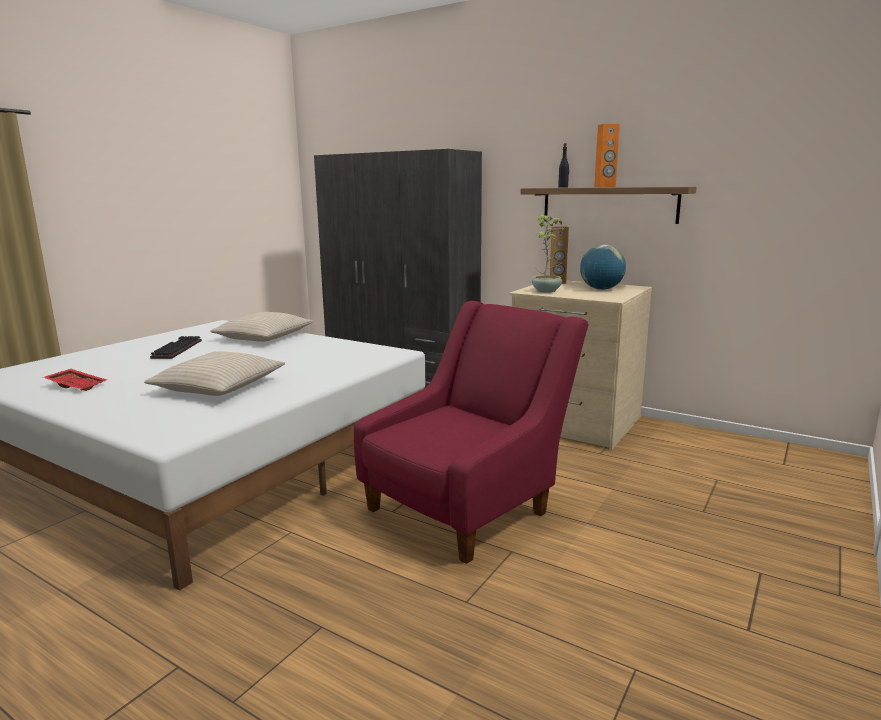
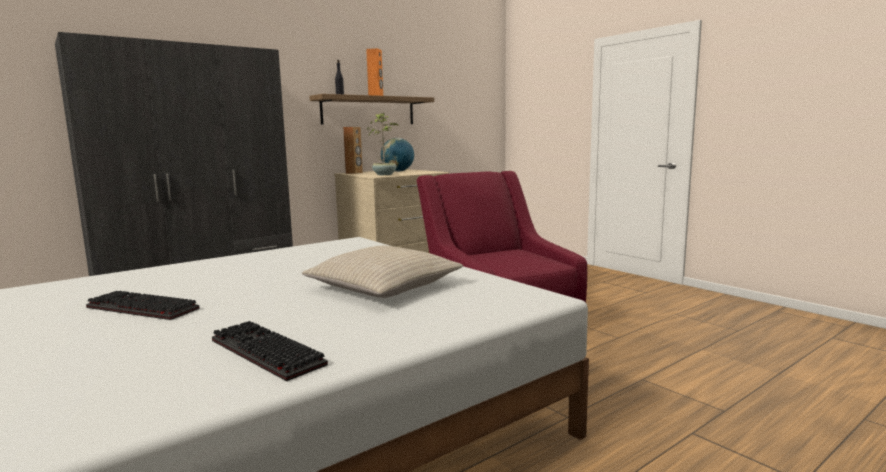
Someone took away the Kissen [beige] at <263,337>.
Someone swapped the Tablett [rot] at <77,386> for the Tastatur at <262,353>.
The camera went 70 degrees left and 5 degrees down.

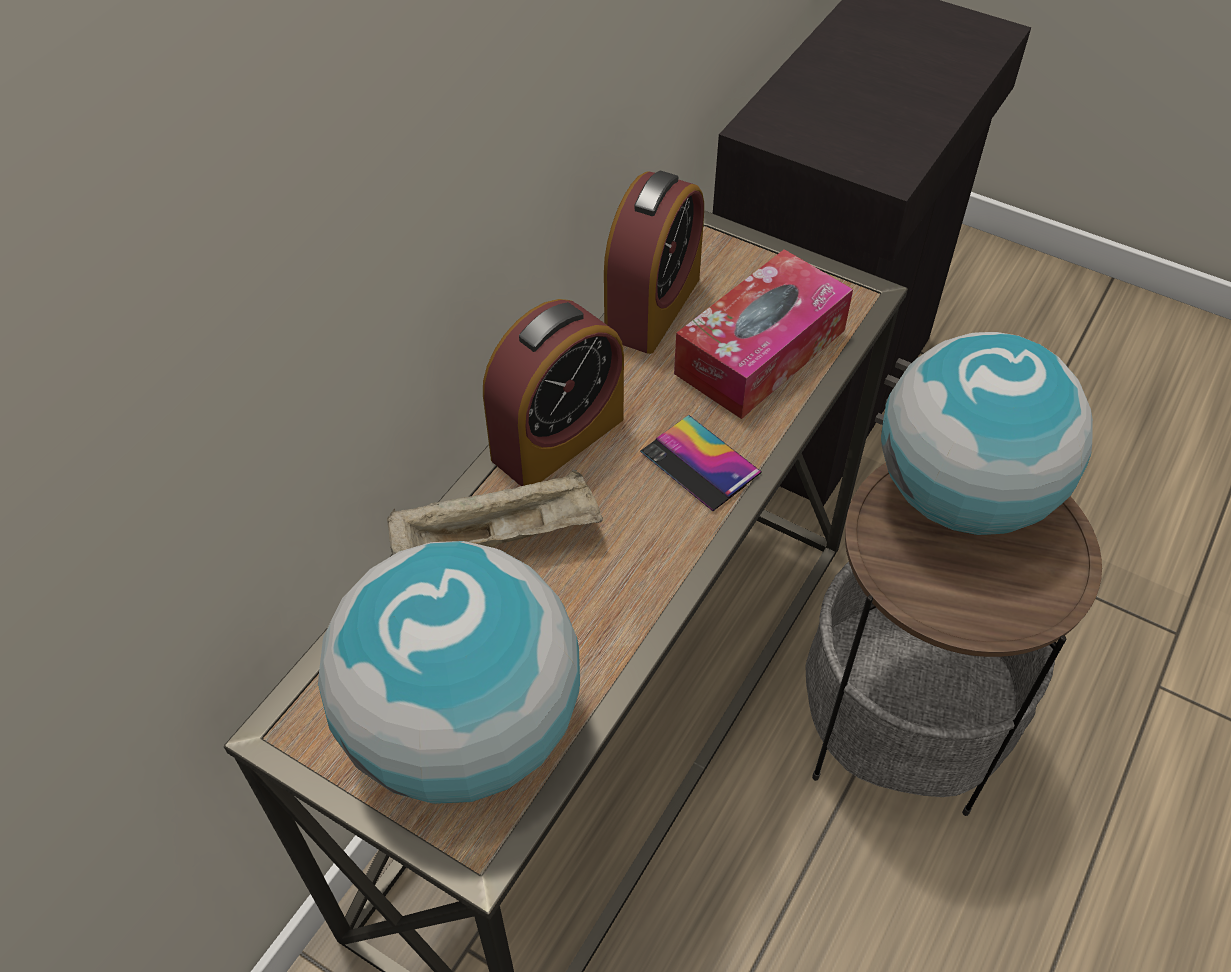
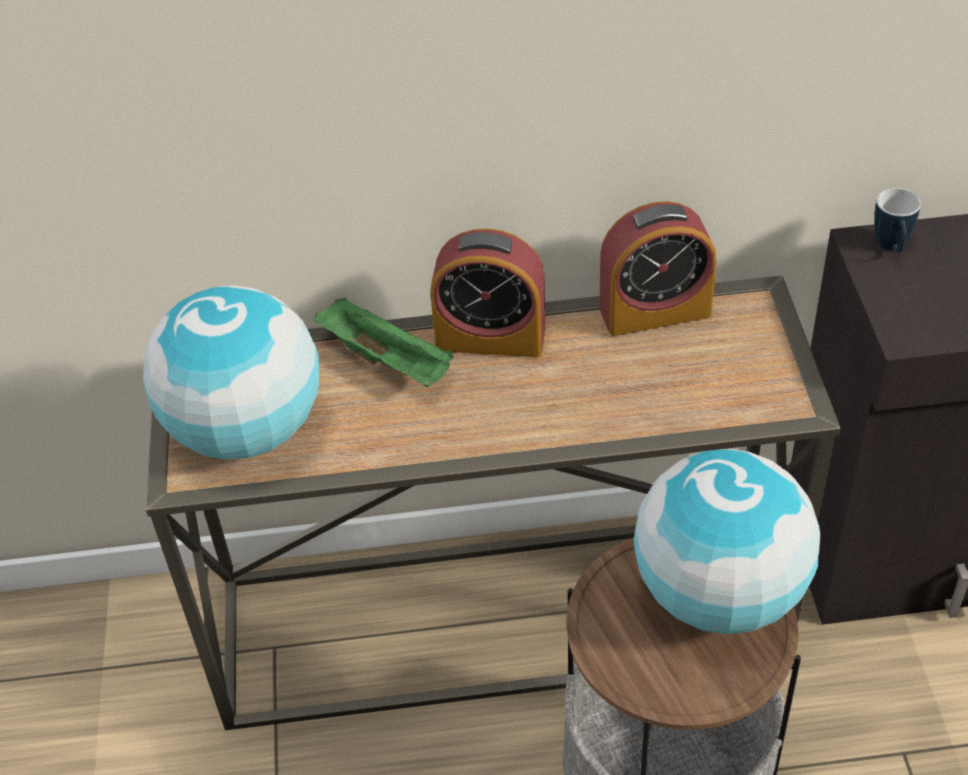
Someone took away the Taschentuchbox at <760,352>.
Someone took away the Handy at <700,463>.
Someone repainted the Tablett [beige] at <500,537>, which became the Tablett [grün] at <388,361>.
Someone put down the Henkelbecher at <891,248>.
The camera went 55 degrees right and 5 degrees down.

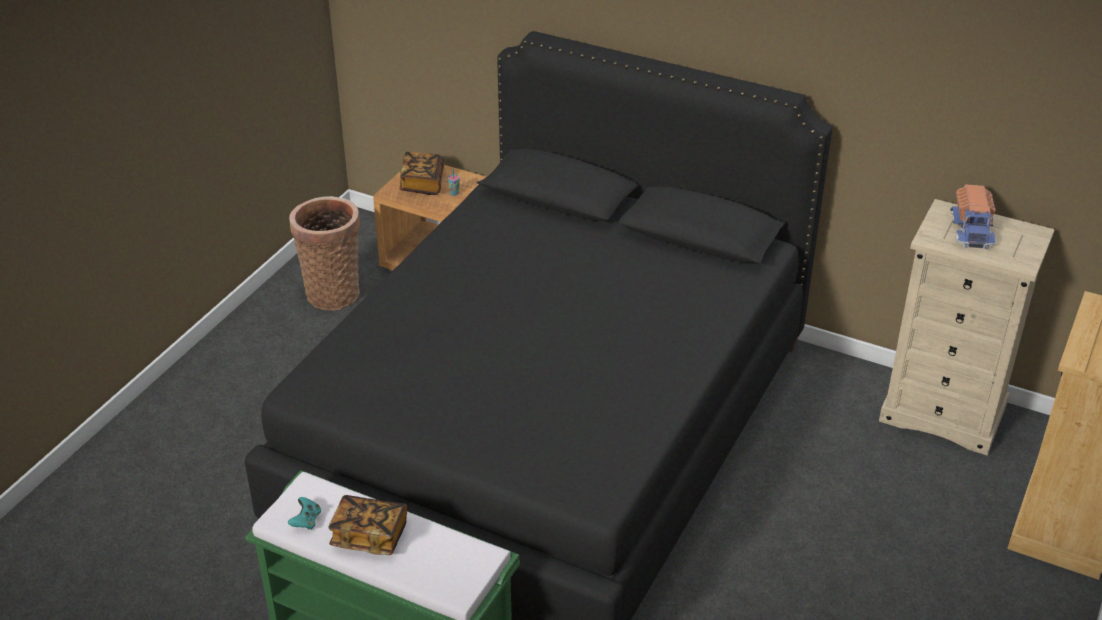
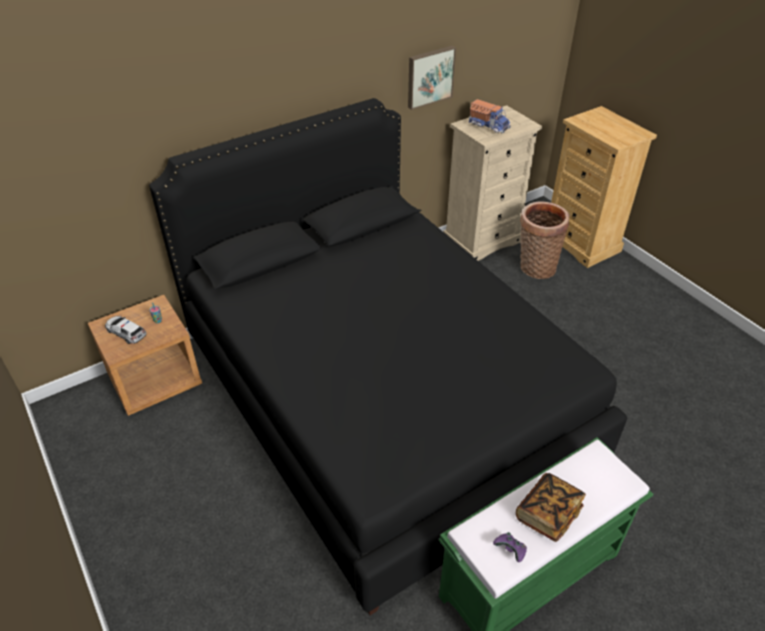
Someone swapped the Buch at <422,183> for the Spielzeugauto at <126,332>.
Someone carried the Korb from <333,292> to <535,267>.
Someone repainted the Gamepad [türkis] at <306,521>, which became the Gamepad [lila] at <510,550>.
Someone put up the Bild at <429,76>.
The camera went 60 degrees left and 5 degrees up.

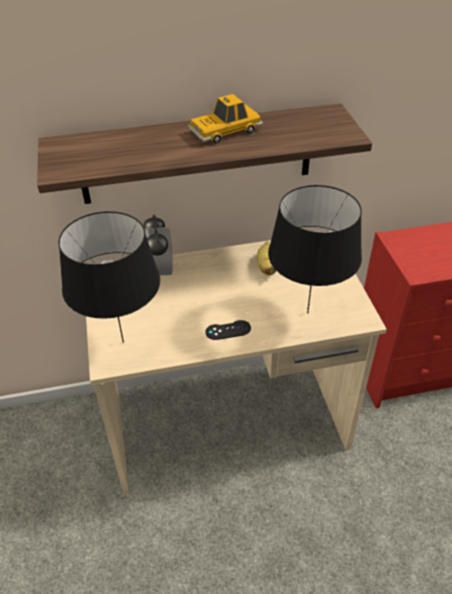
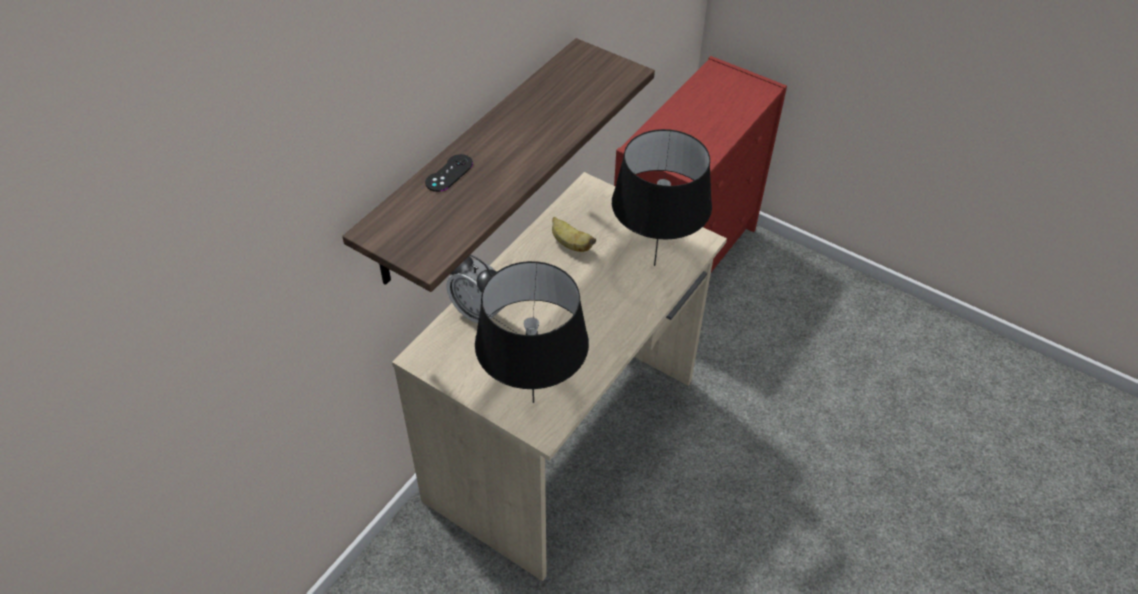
Someone took away the Spielzeugauto at <225,131>.
Someone carried the Gamepad [schwarz] from <228,330> to <449,173>.
The camera went 45 degrees left and 5 degrees up.

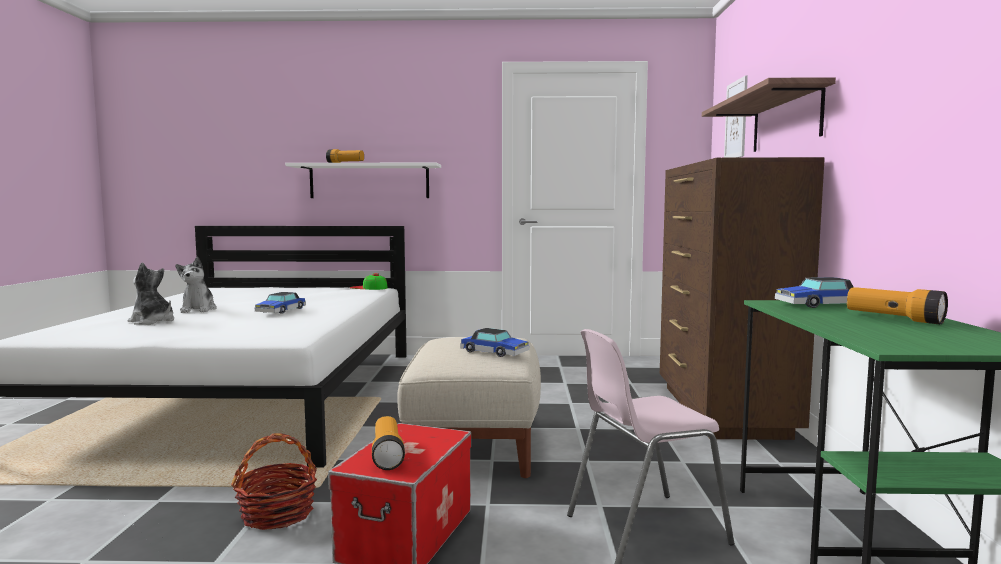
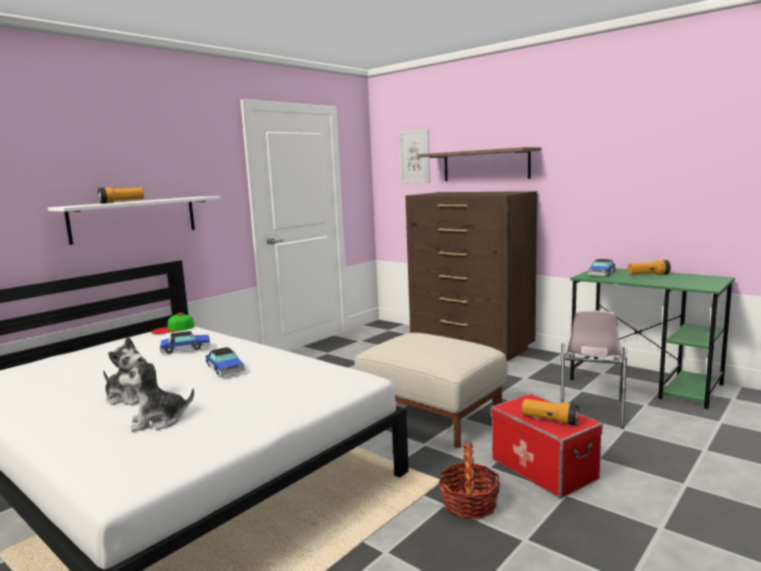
Someone carried the Spielzeugauto from <494,352> to <186,348>.
The camera went 50 degrees left and 5 degrees up.

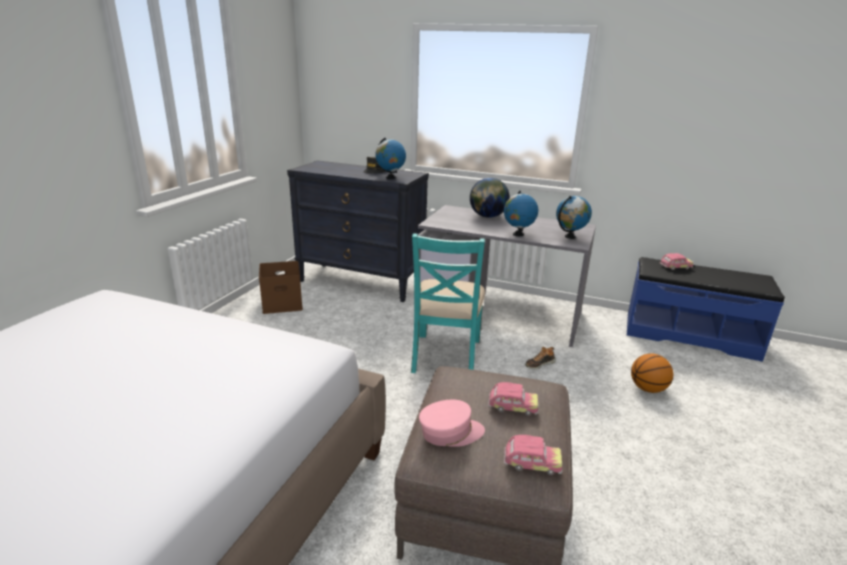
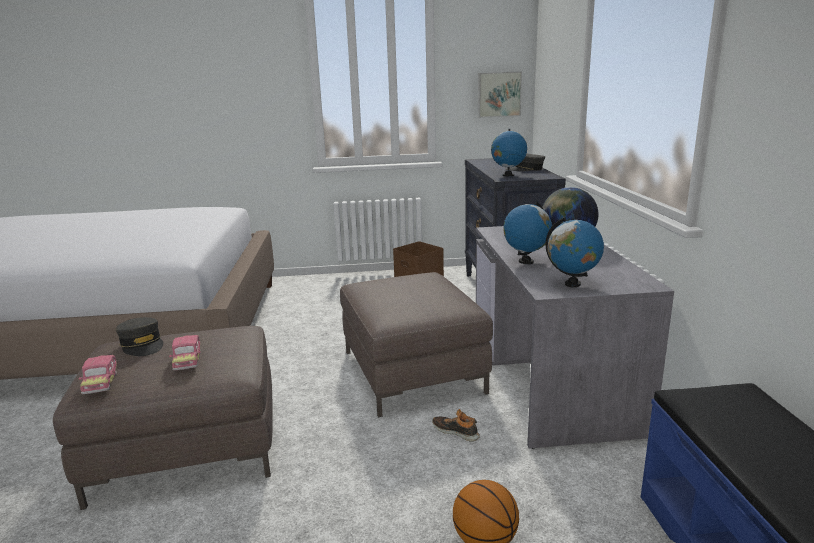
Someone swapped the Stuhl [türkis] at <445,355> for the Polsterhocker [braun] at <411,371>.
Someone took away the Spielzeugauto at <675,267>.
Someone repainted the Kappe [rosa] at <450,432>, which became the Kappe [grau] at <142,345>.
Someone put up the Bild at <499,94>.
The camera went 65 degrees right and 5 degrees down.

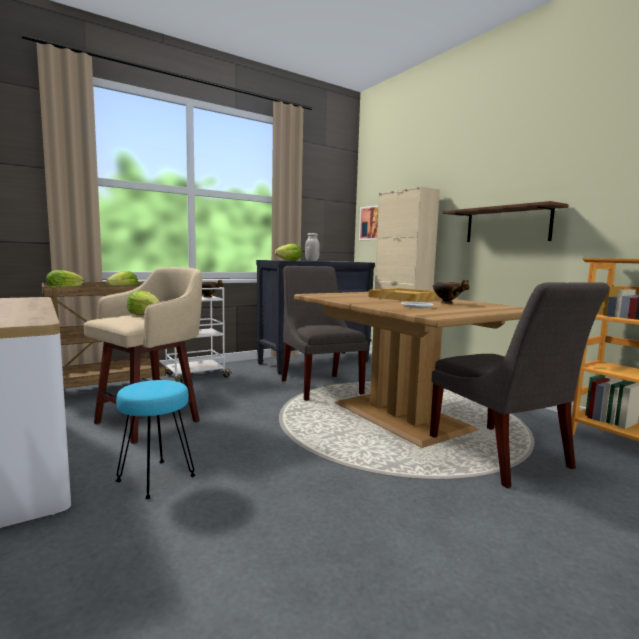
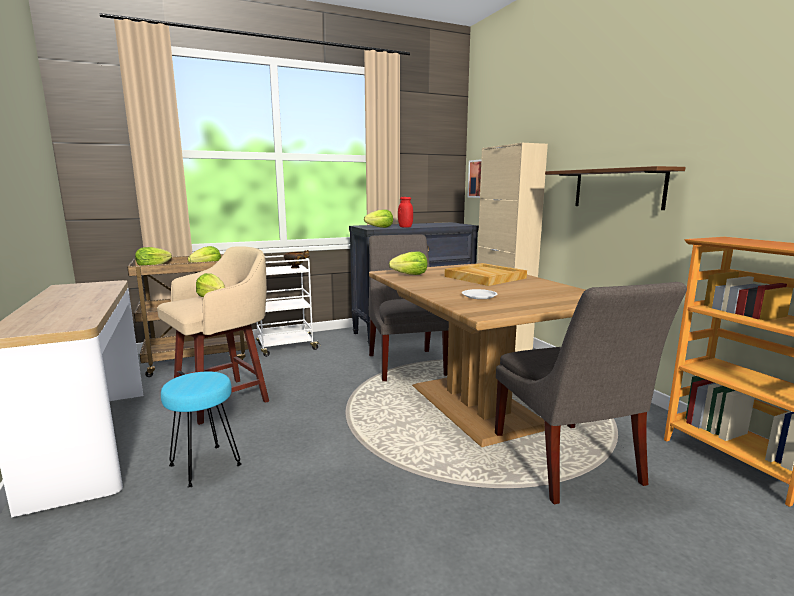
Someone repainted the Vorratsglas [weiß] at <312,261>, which became the Vorratsglas [rot] at <405,227>.
Someone took away the Schüssel at <448,303>.
Someone put down the Salatkopf at <410,275>.
The camera went 10 degrees right and 5 degrees up.

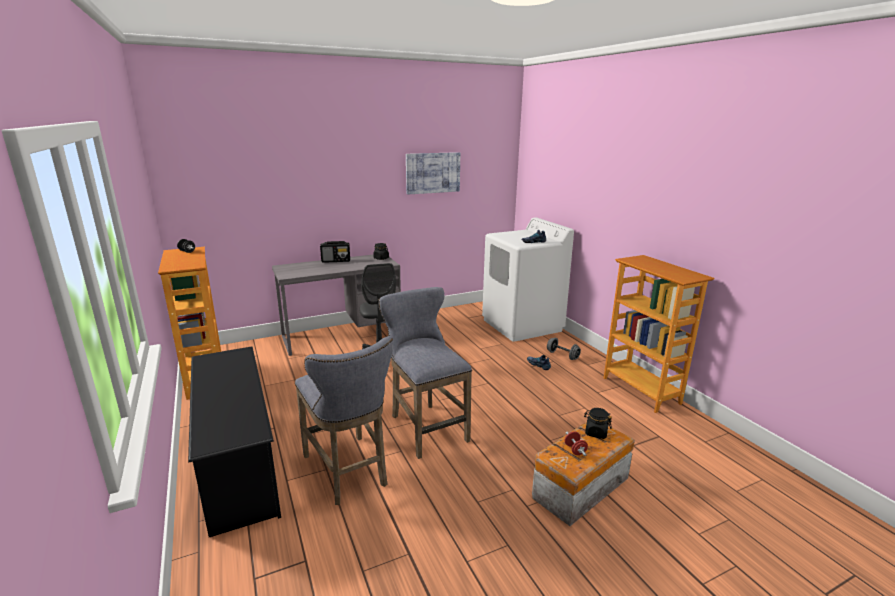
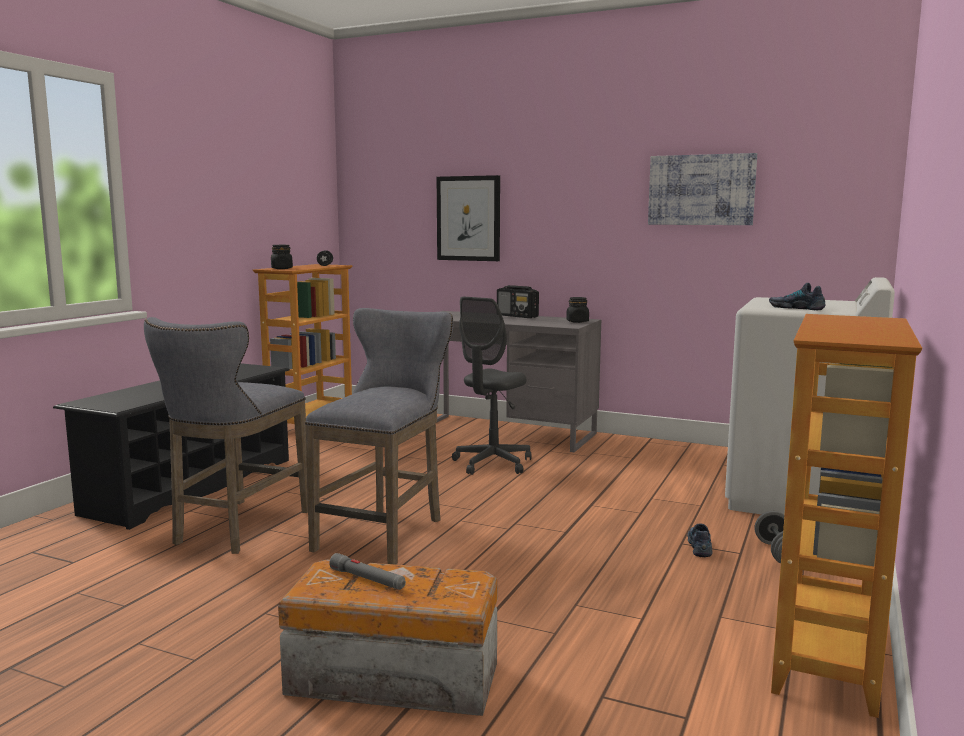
Someone carried the Vorratsglas [schwarz] from <596,432> to <281,268>.
Someone swapped the Hantel [rot] at <575,450> for the Taschenlampe [grau] at <368,579>.
Someone put up the Bild at <468,218>.
The camera went 50 degrees right and 10 degrees down.

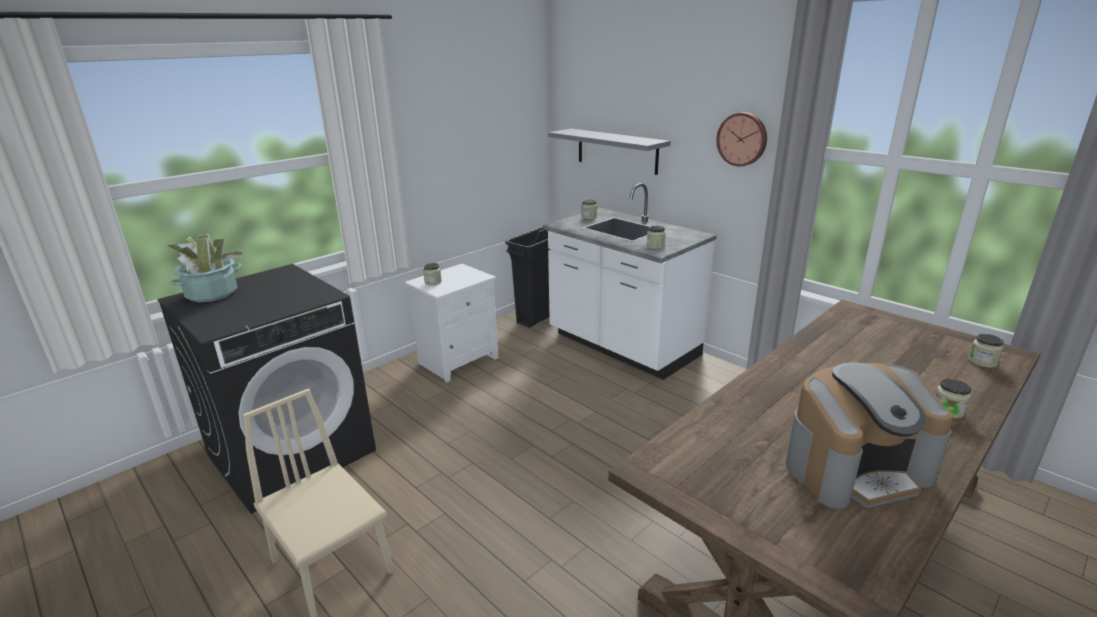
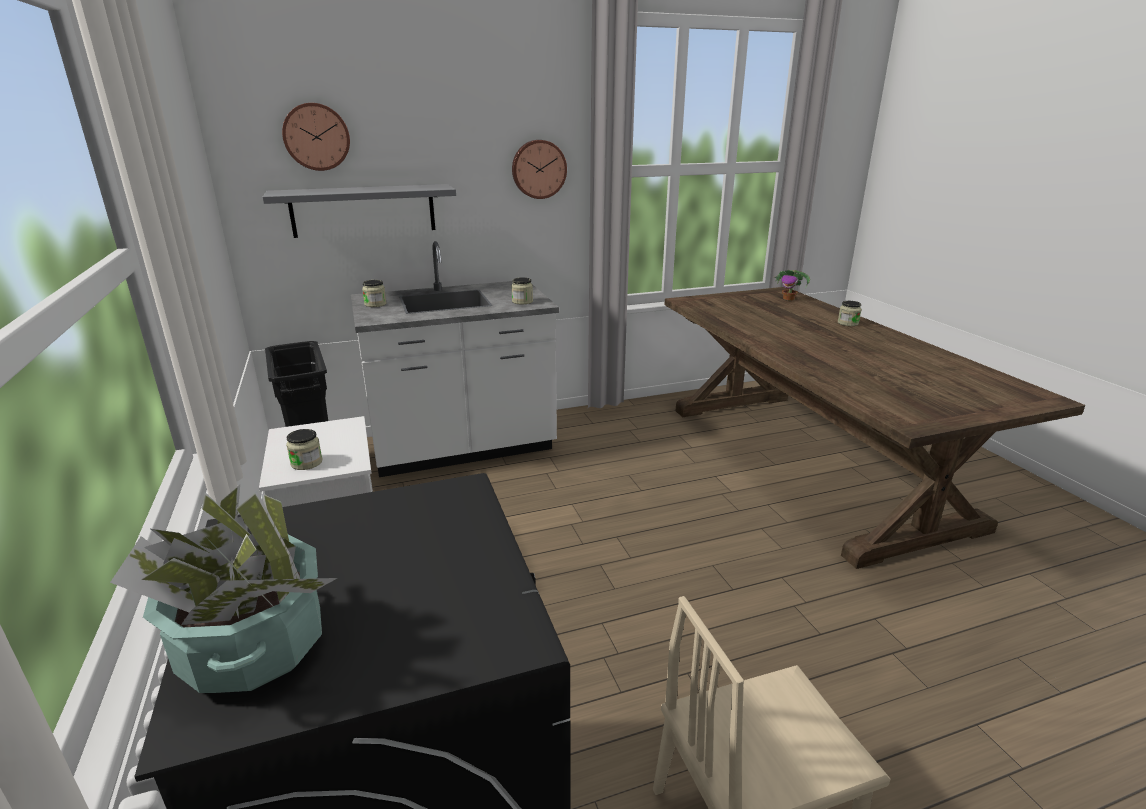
Someone swapped the Vorratsglas at <982,361> for the Topfpflanze at <789,299>.
Someone took away the Kaffeemaschine at <855,468>.
Someone put up the Wanduhr at <316,137>.
The camera went 65 degrees left and 0 degrees up.

